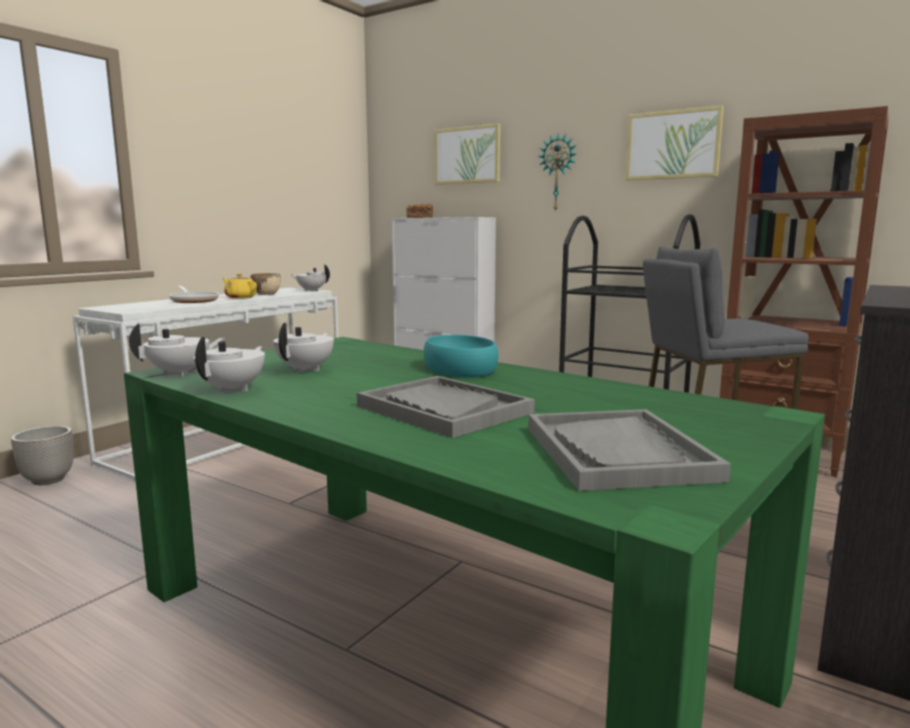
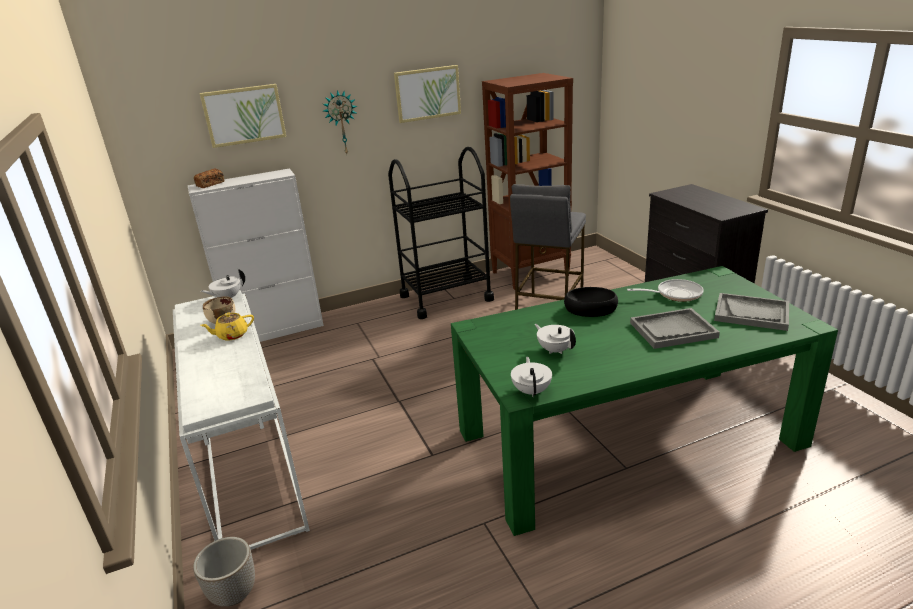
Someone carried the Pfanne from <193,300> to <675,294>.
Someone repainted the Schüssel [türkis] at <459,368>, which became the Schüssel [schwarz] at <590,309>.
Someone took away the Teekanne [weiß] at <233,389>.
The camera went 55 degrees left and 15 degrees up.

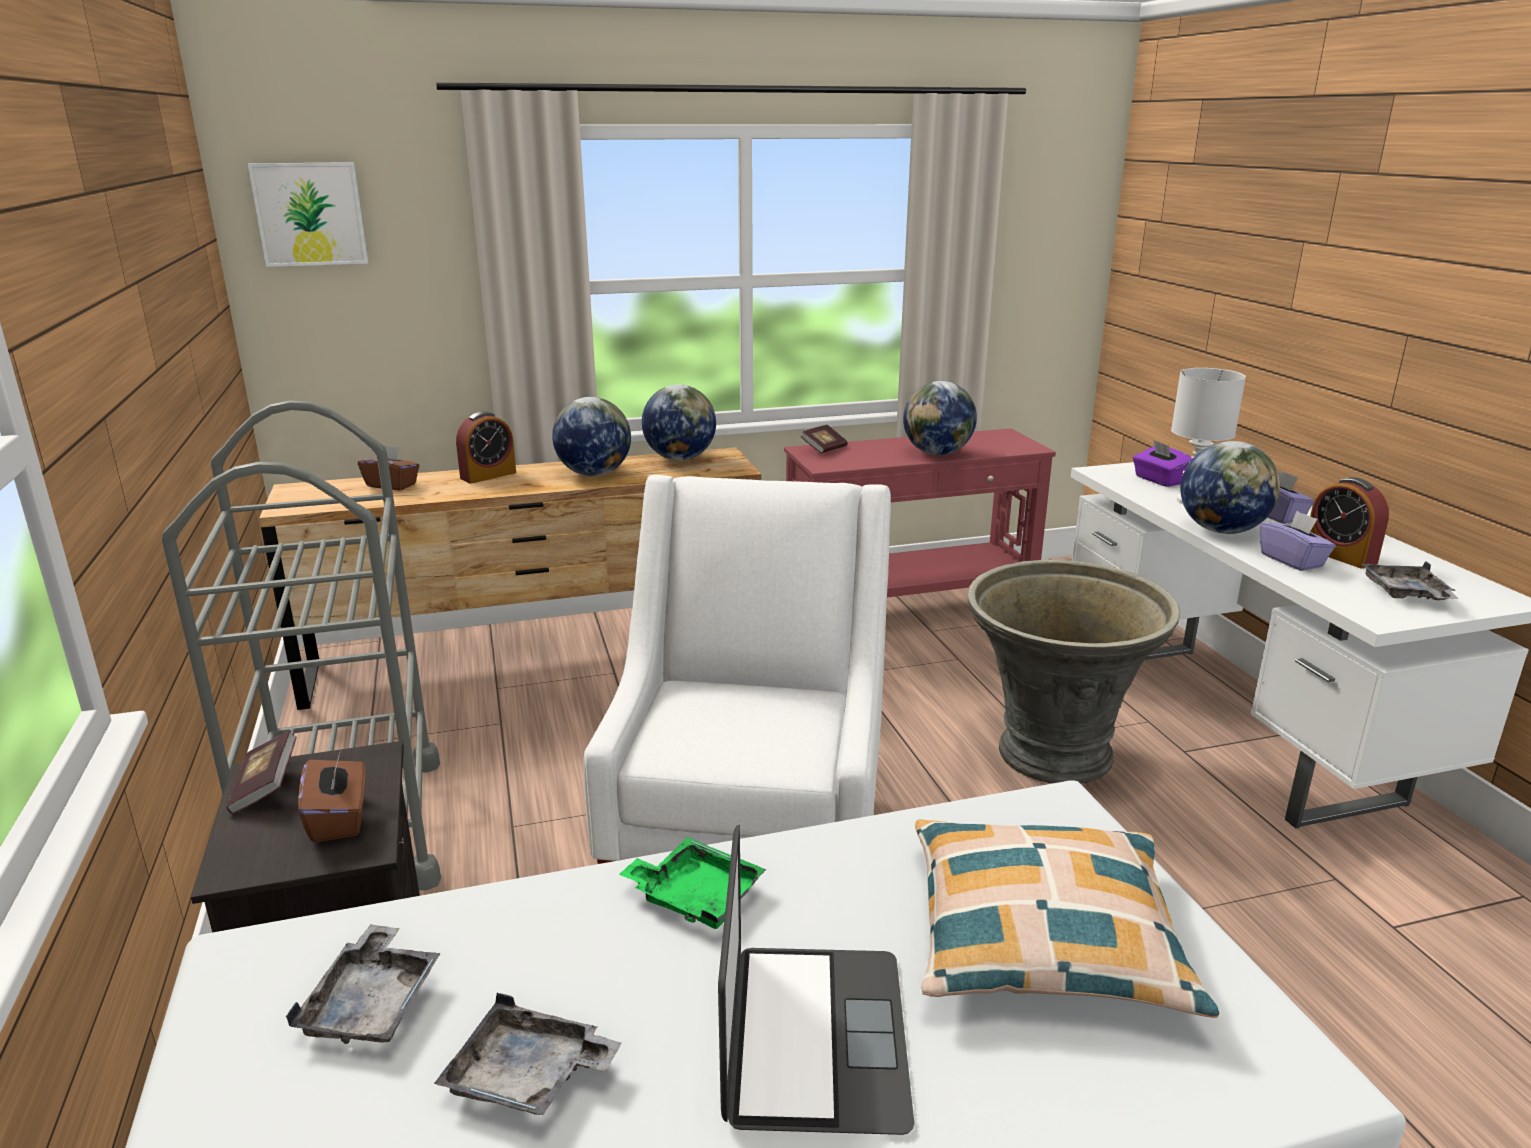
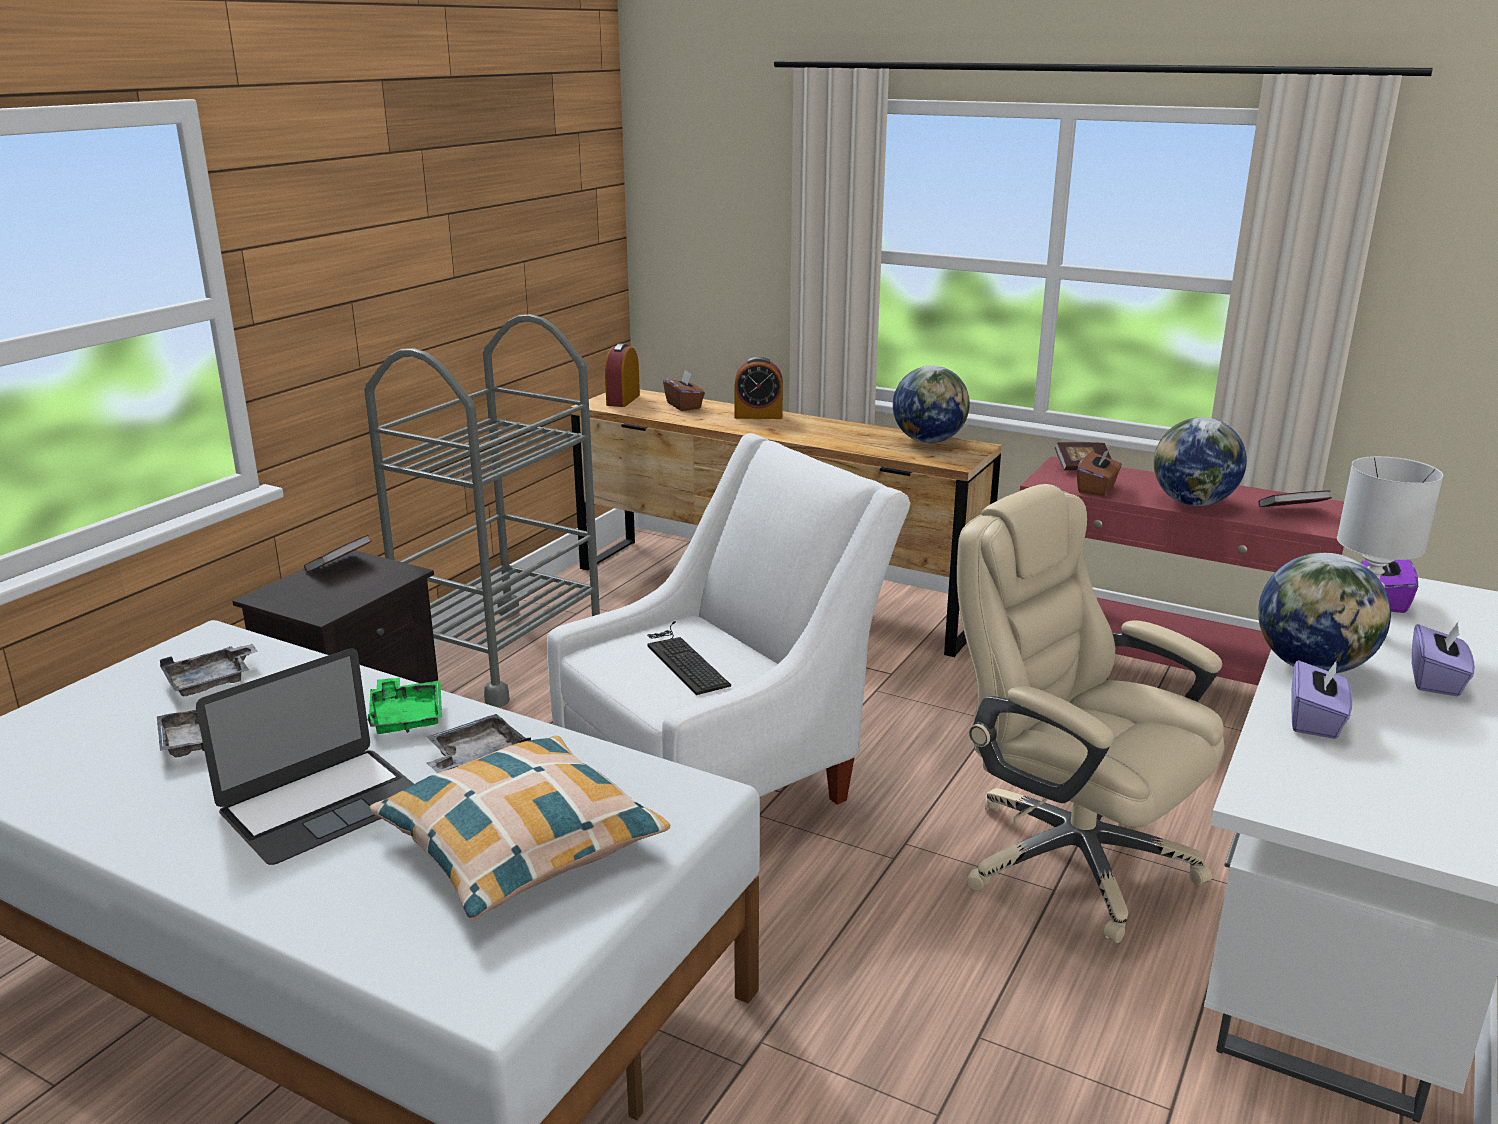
Someone took away the Bild at <310,214>.
Someone took away the Globus at <594,474>.
Someone carried the Wecker from <1340,555> to <623,400>.
Someone swapped the Pflanzkübel [grau] at <1051,754> for the Bürostuhl [beige] at <1071,857>.
Someone carried the Tablett [grau] from <1405,593> to <476,758>.
Someone carried the Taschentuchbox [braun] from <339,819> to <1097,489>.
Someone put down the Buch at <1292,511>.
Someone put down the Tastatur at <683,659>.
The camera went 45 degrees right and 0 degrees up.

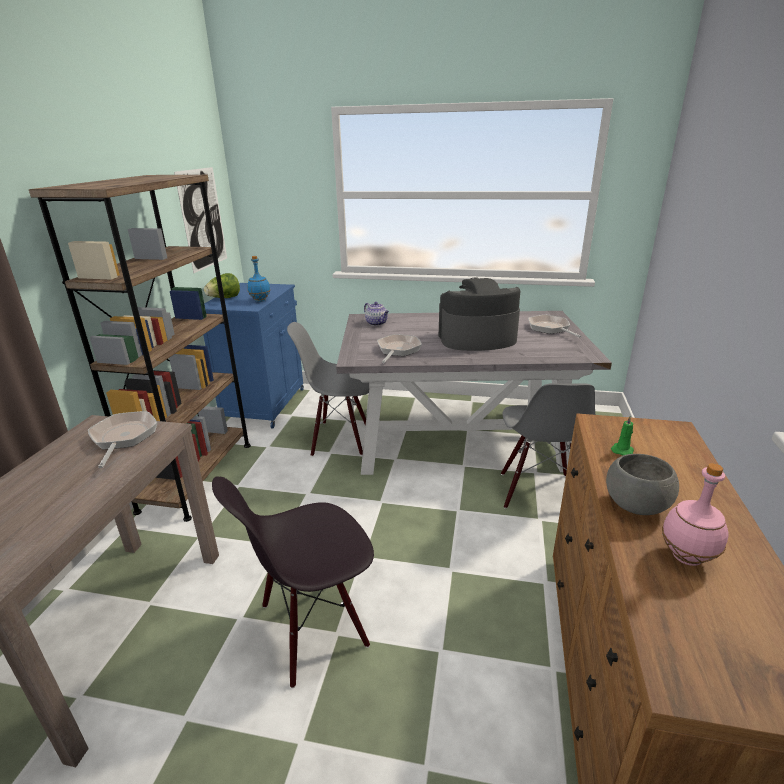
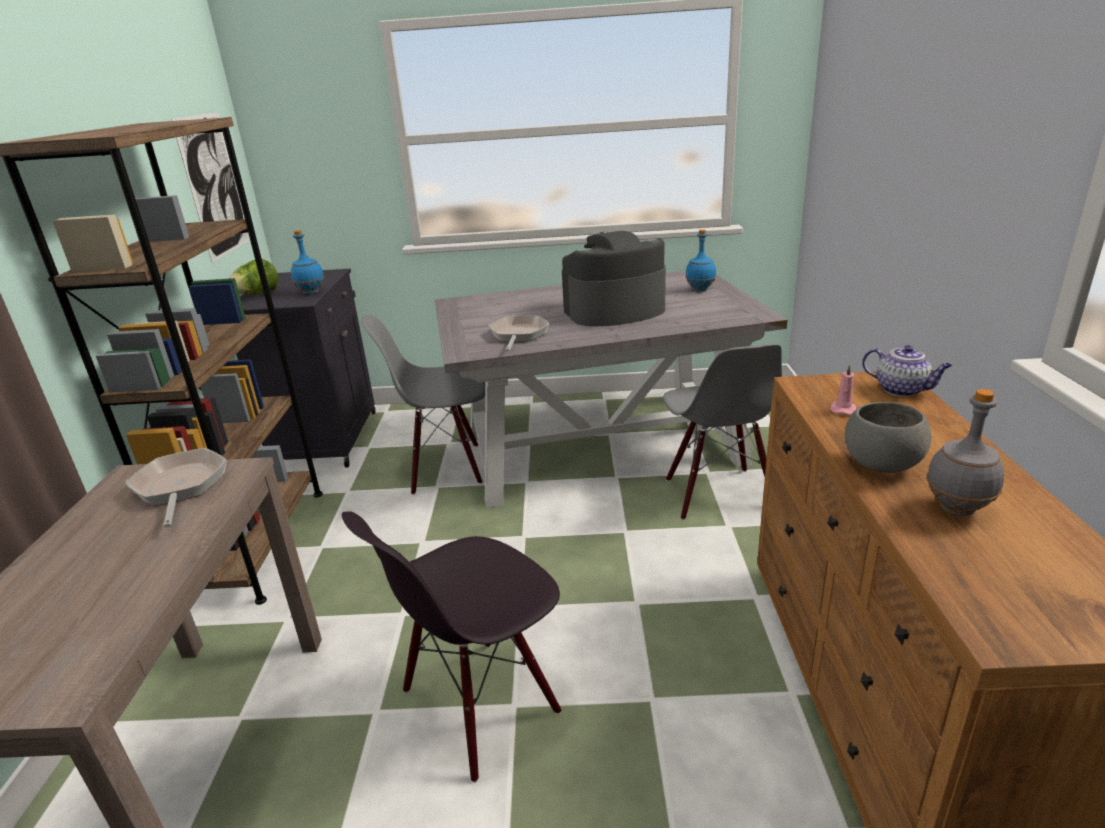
Someone repainted the Schrank [blau] at <265,404>, which became the Schrank [schwarz] at <327,438>.
Someone carried the Teekanne from <377,323> to <902,390>.
Someone swapped the Pfanne at <550,328> for the Flasche [blau] at <700,290>.
Someone repainted the Kerze [grün] at <622,450>, which became the Kerze [rosa] at <843,409>.
Someone repainted the Flasche [rosa] at <686,556>, which became the Flasche [grau] at <956,508>.
The camera went 10 degrees left and 0 degrees up.

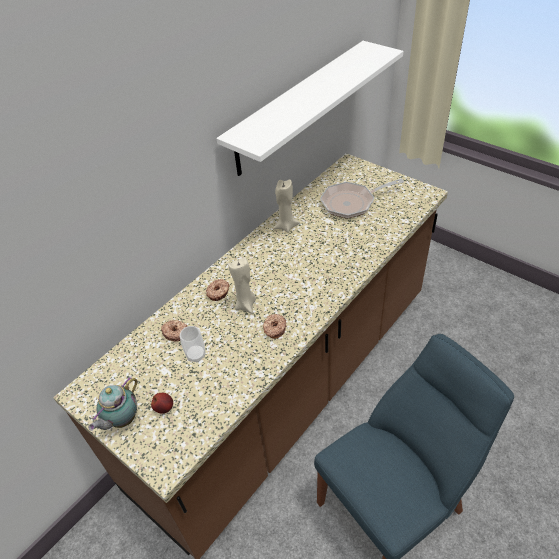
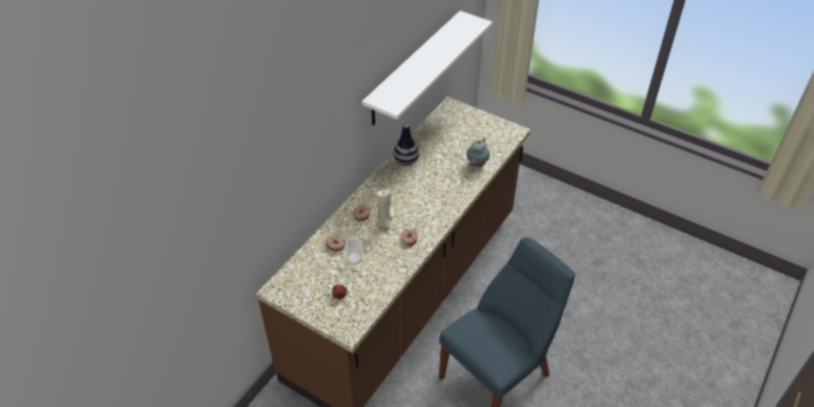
Someone took away the Pfanne at <352,203>.
Someone swapped the Kerze [beige] at <286,226> for the Vase at <406,161>.
Someone carried the Teekanne from <122,420> to <476,165>.
The camera went 10 degrees left and 0 degrees up.

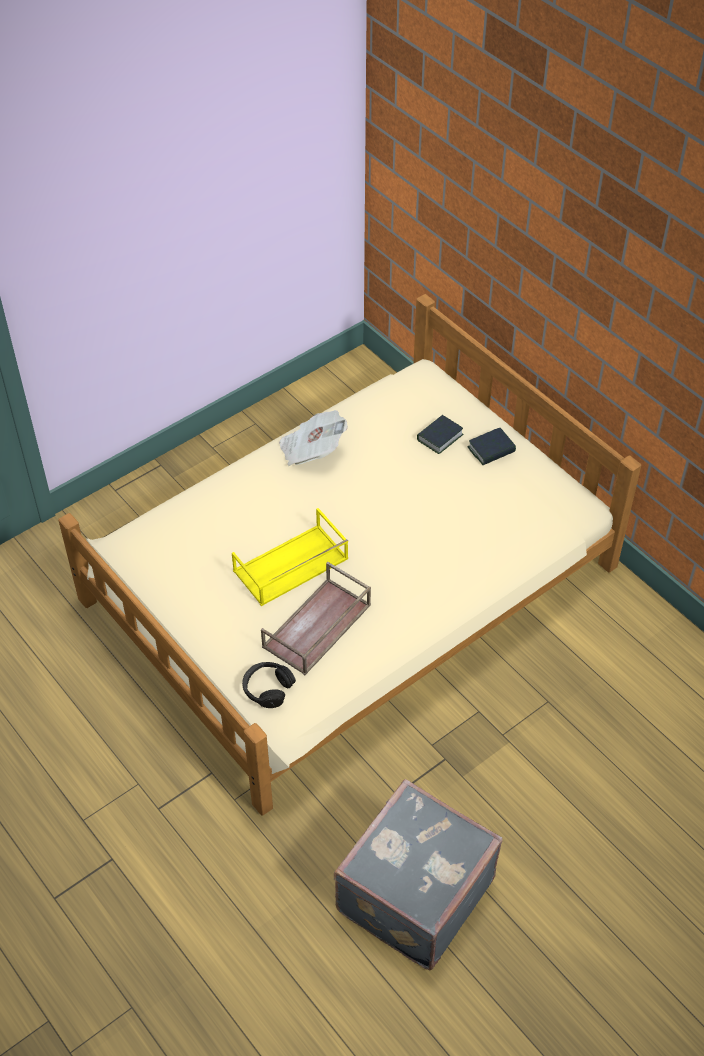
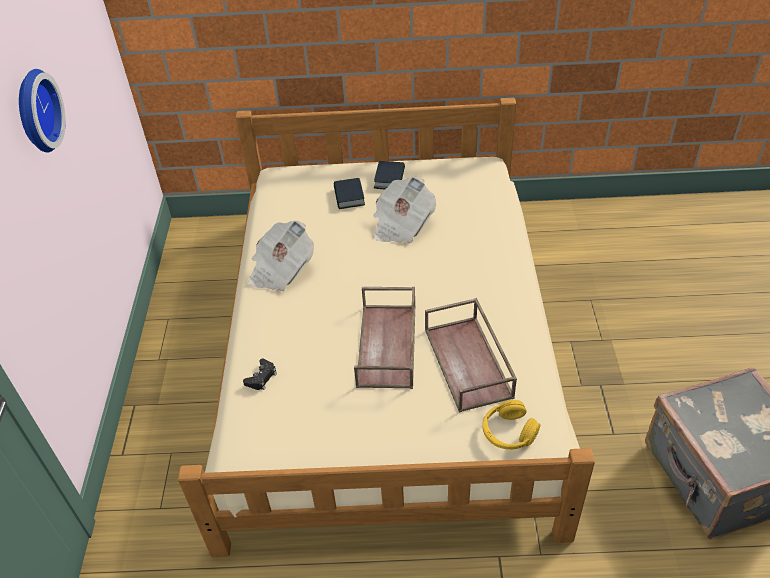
Someone repainted the Tablett [gelb] at <290,566>, which became the Tablett [braun] at <388,346>.
Someone repainted the Kopfhörer [schwarz] at <267,688>, which became the Kopfhörer [gelb] at <508,432>.
Someone put up the Wanduhr at <34,111>.
Someone put down the Zeitung at <401,225>.
Someone put down the Gamepad [schwarz] at <261,377>.
The camera went 50 degrees left and 5 degrees down.

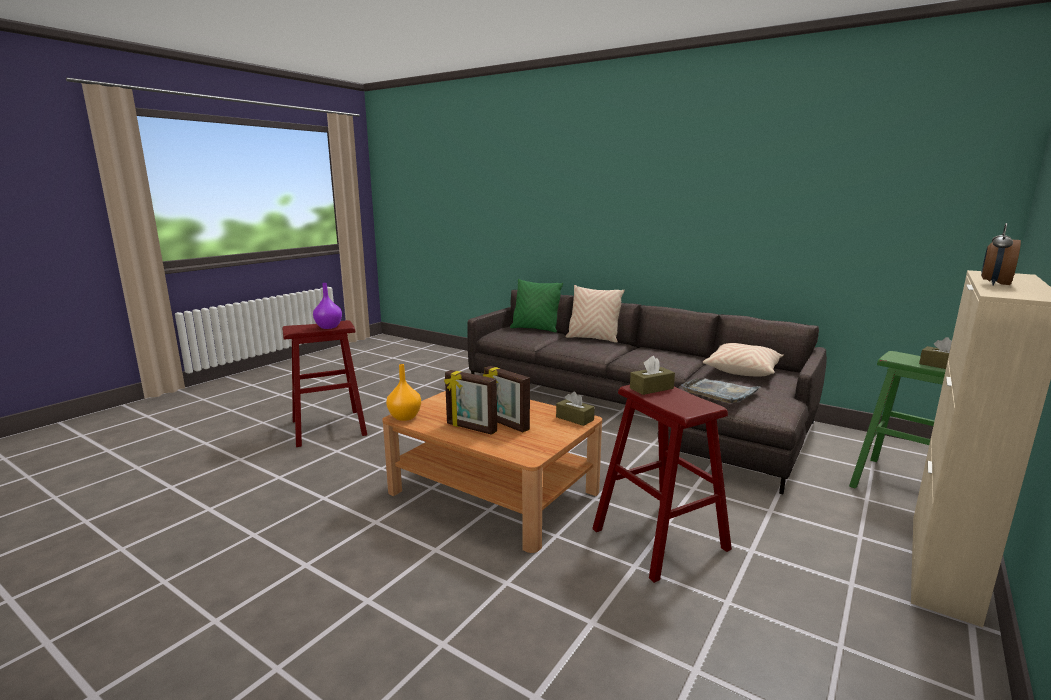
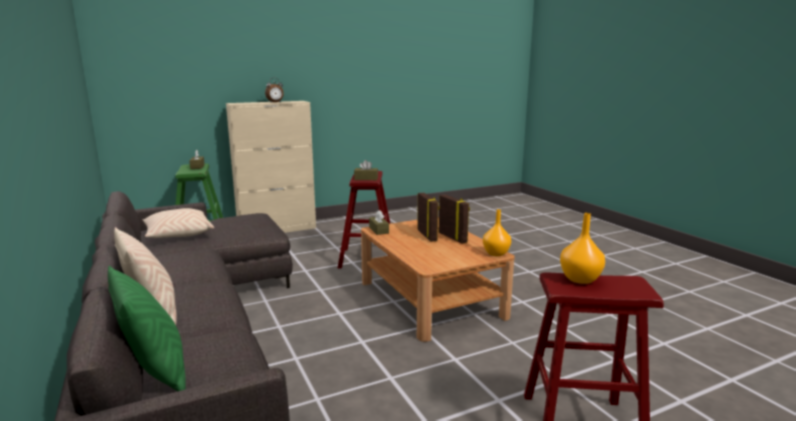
Someone repainted the Vase [lila] at <328,327>, which became the Vase [orange] at <580,279>.
Someone took away the Tablett [grau] at <720,392>.
The camera went 150 degrees left and 0 degrees up.

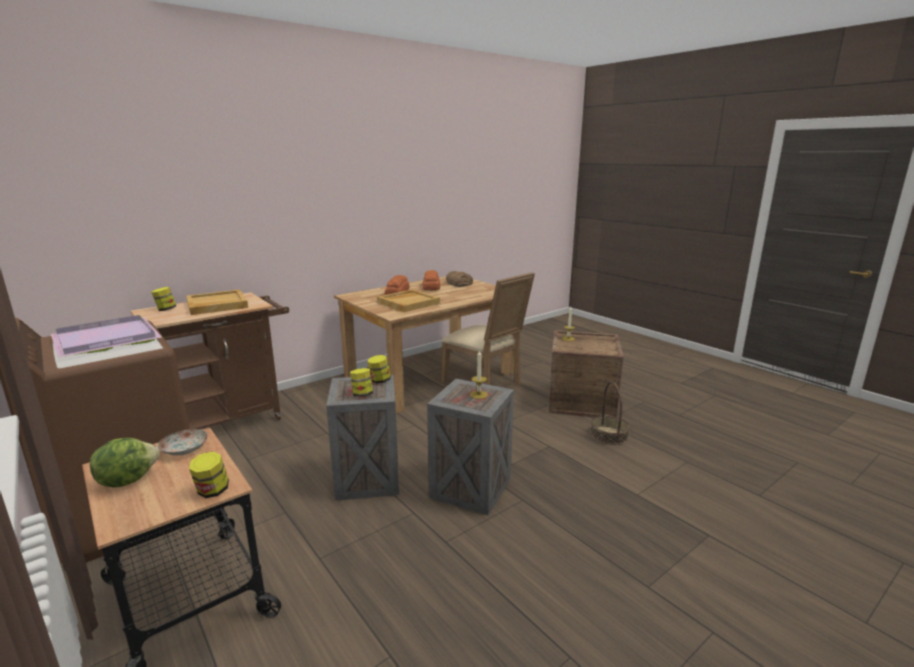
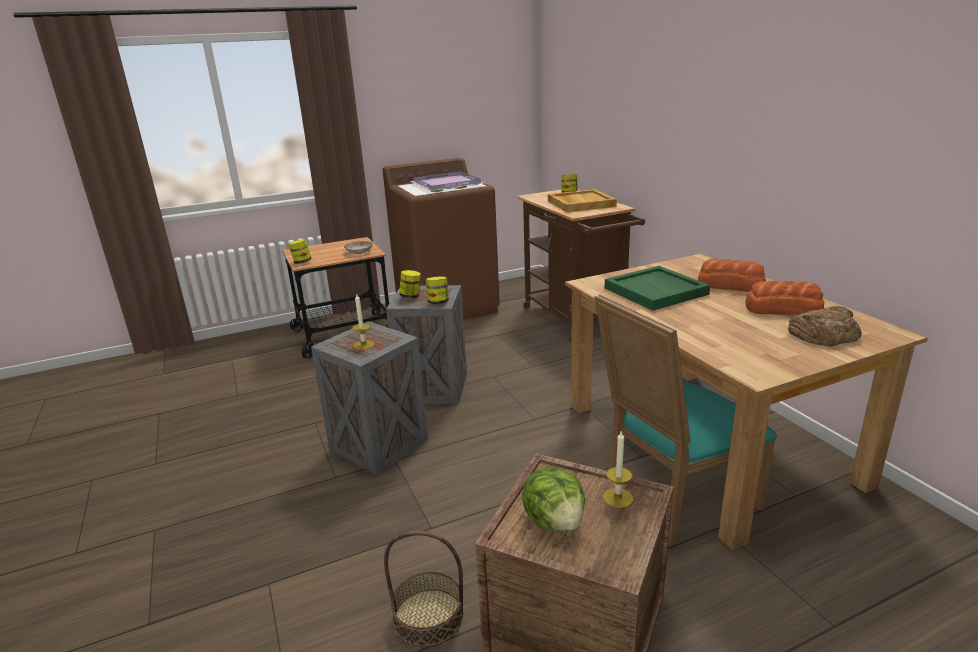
Someone repainted the Stuhl [beige] at <485,383>, which became the Stuhl [türkis] at <673,500>.
Someone repainted the Tablett [beige] at <408,303>, which became the Tablett [grün] at <656,291>.
Someone carried the Salatkopf from <127,480> to <555,521>.
The camera went 105 degrees right and 5 degrees up.

